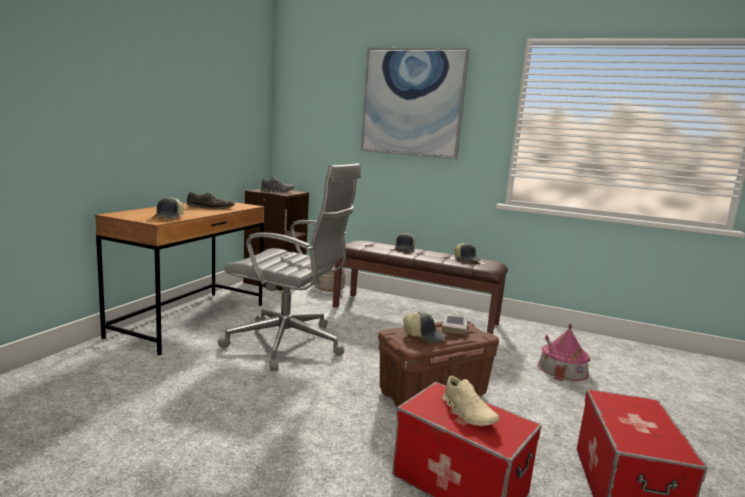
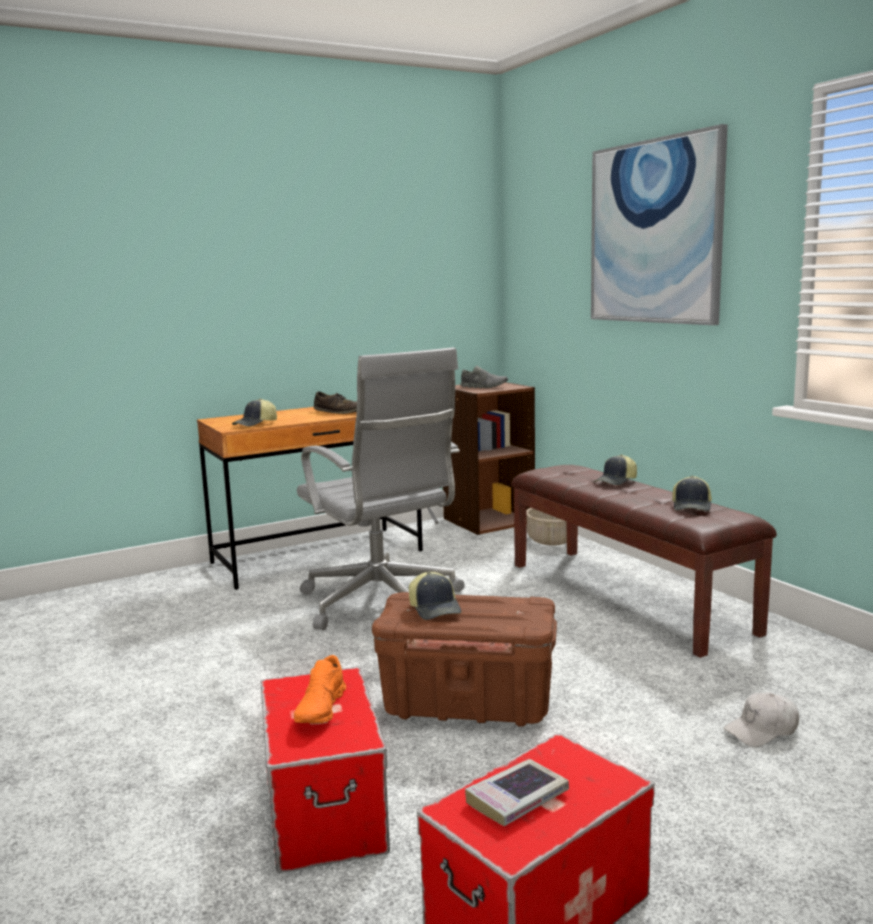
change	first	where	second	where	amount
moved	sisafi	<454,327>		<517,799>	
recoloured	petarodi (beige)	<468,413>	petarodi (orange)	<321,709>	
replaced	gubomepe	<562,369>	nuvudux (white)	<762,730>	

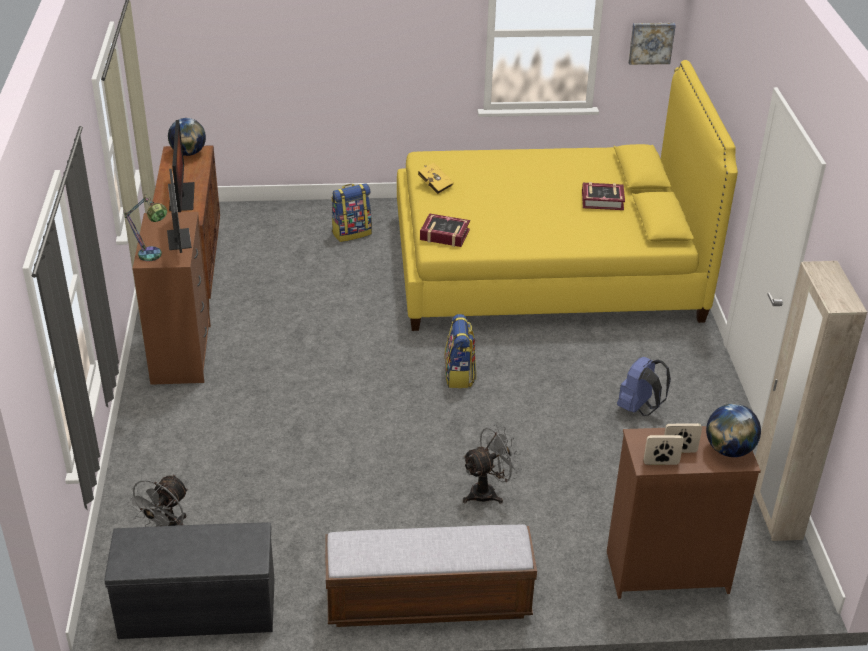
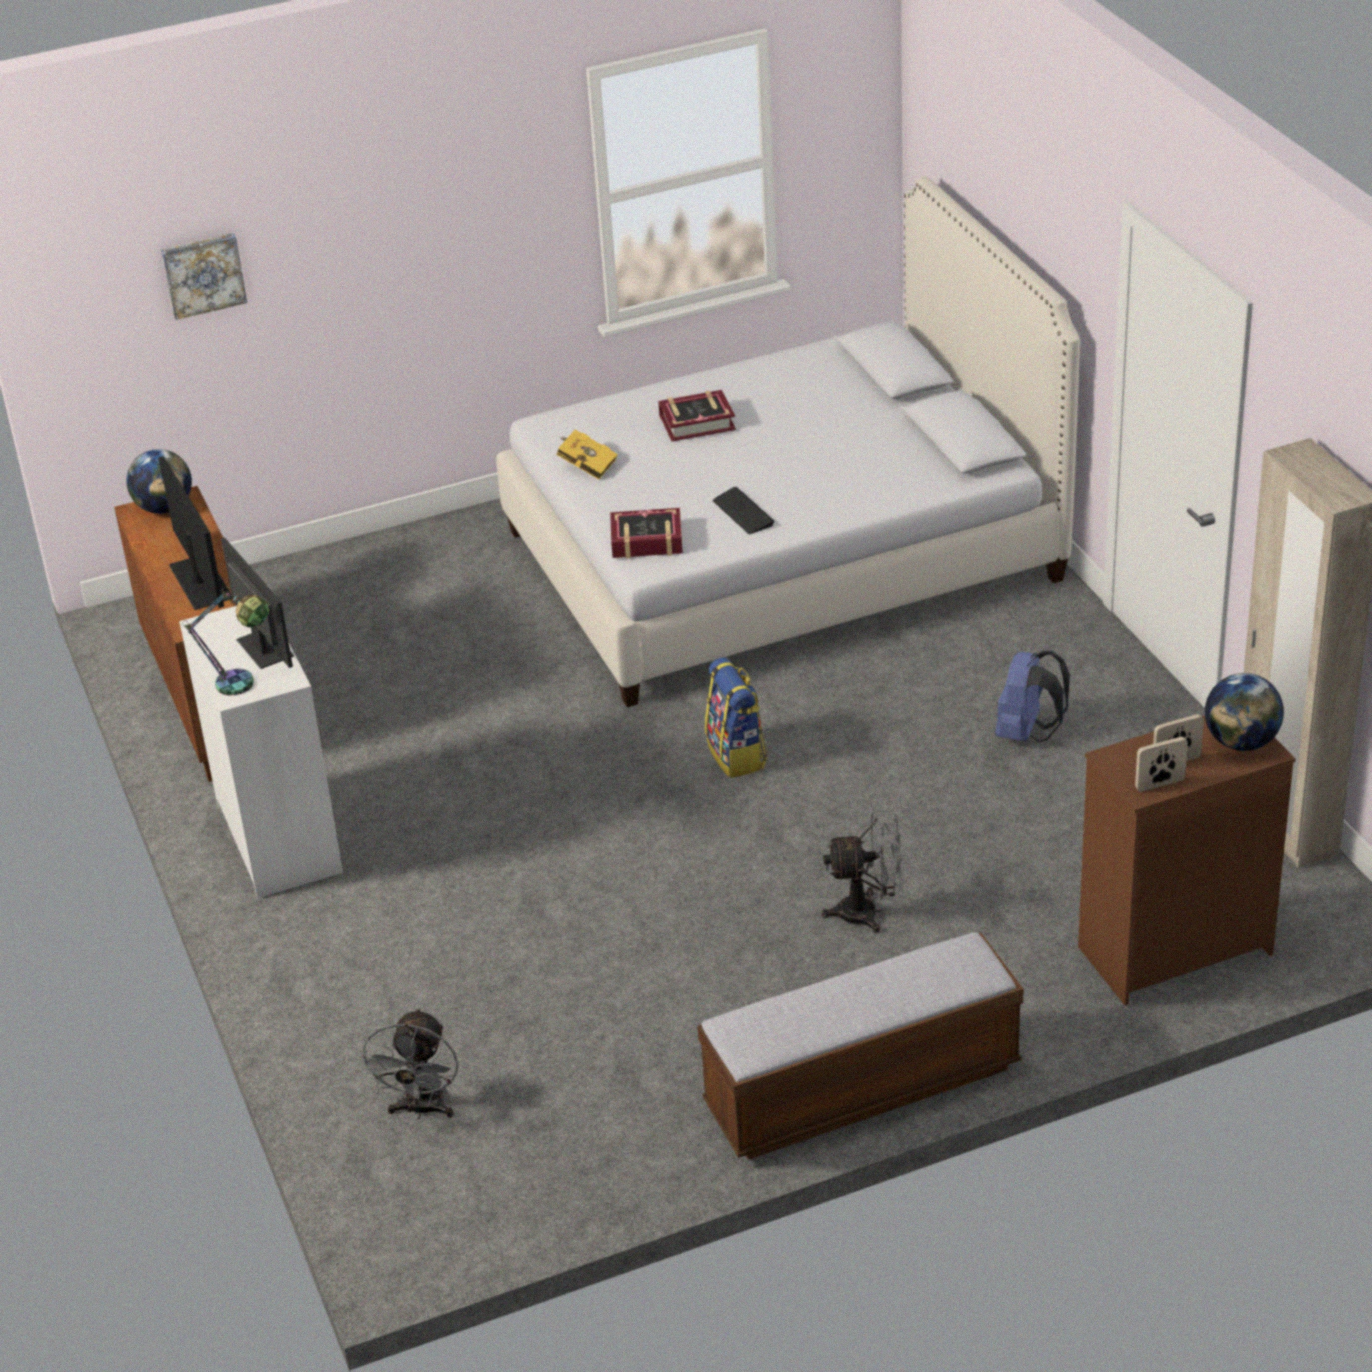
change	first	where	second	where	amount
removed	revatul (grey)	<196,609>			
recoloured	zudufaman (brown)	<182,354>	zudufaman (white)	<280,838>	
removed	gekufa	<352,233>			
recoloured	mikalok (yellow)	<546,266>	mikalok (white)	<783,554>	
turned	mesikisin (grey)	<488,492>		<868,912>	45 degrees clockwise
moved	sisafi	<602,200>		<697,422>	
moved	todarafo	<651,42>		<203,274>	
added			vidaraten	<743,512>	

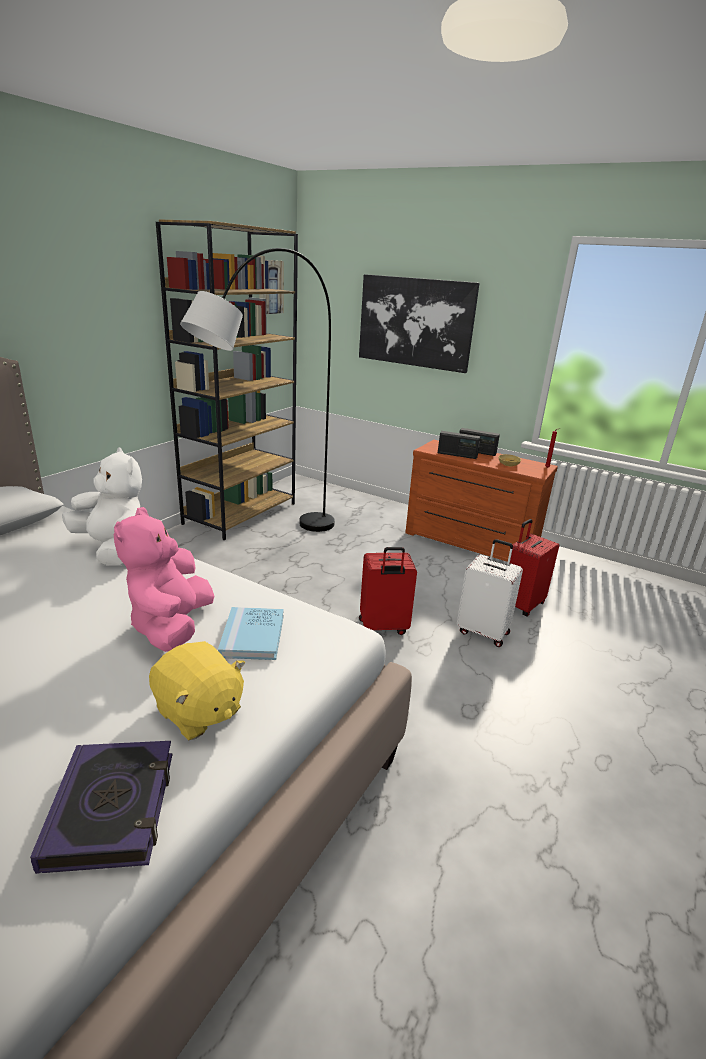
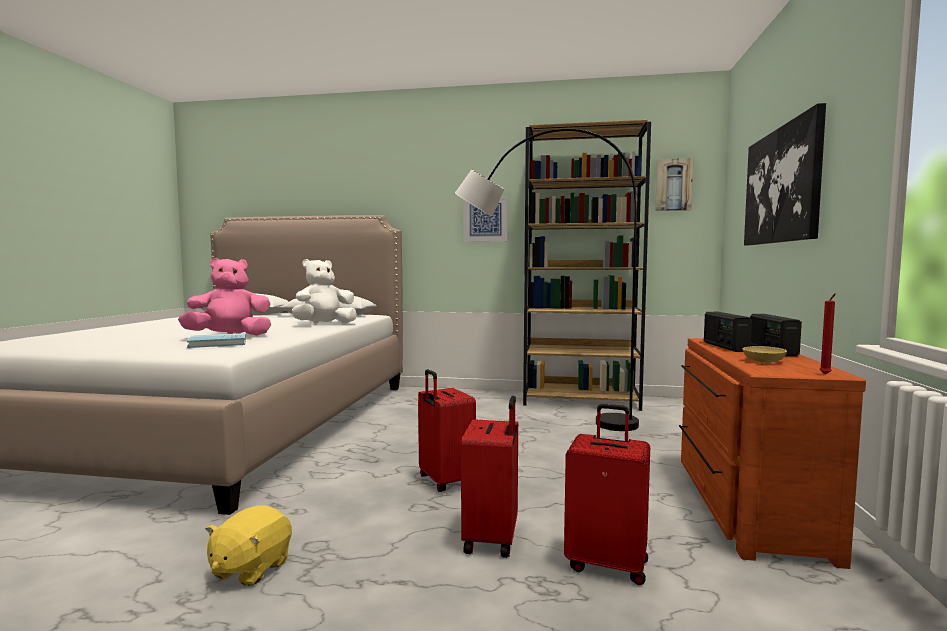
change	first	where	second	where	amount
removed	sisafi	<112,809>			
turned	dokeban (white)	<113,550>		<324,324>	150 degrees counterclockwise
moved	dokeban (yellow)	<198,712>		<250,568>	
recoloured	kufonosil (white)	<483,632>	kufonosil (red)	<493,539>	
added			todarafo	<485,219>	

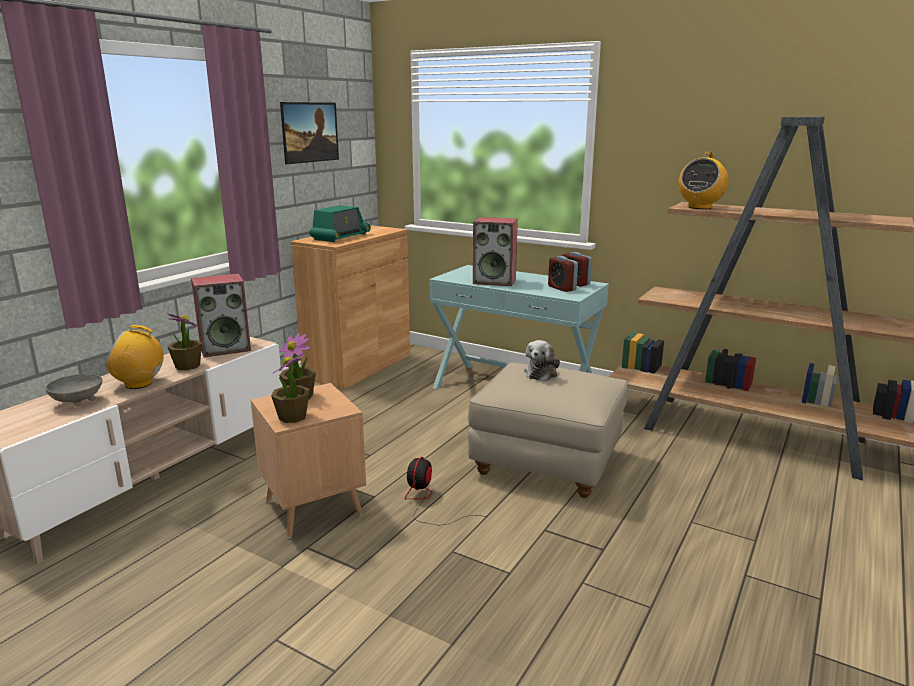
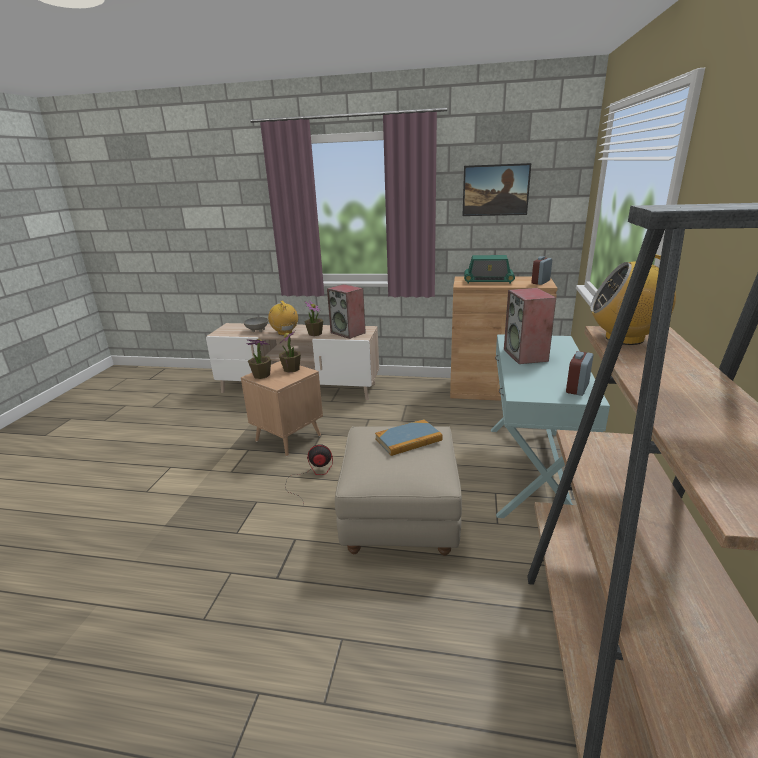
change	first	where	second	where	amount
replaced	dokeban	<541,373>	sisafi	<408,440>	
moved	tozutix	<562,288>		<540,282>	

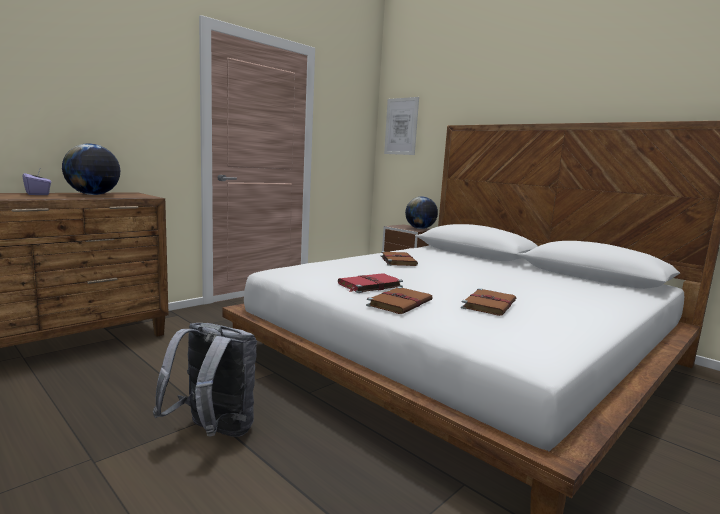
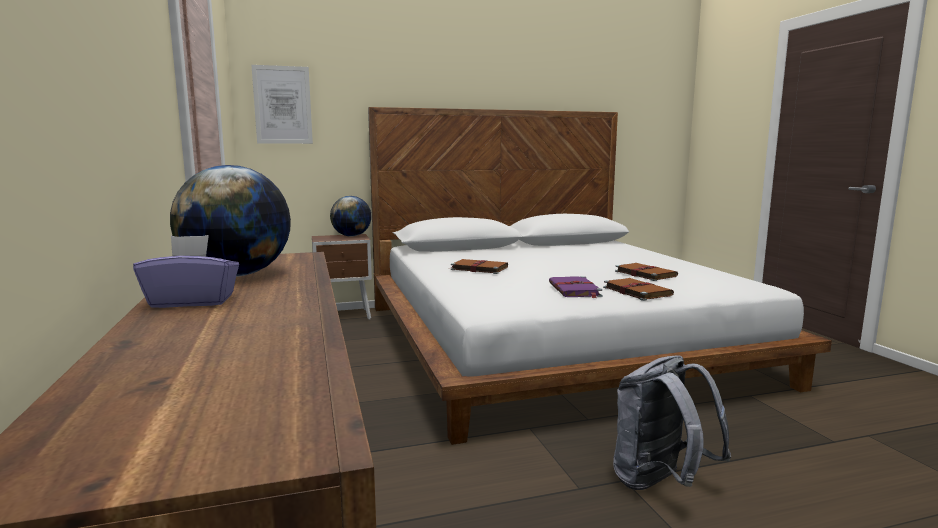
change	first	where	second	where	amount
recoloured	sisafi (red)	<369,285>	sisafi (purple)	<574,290>	

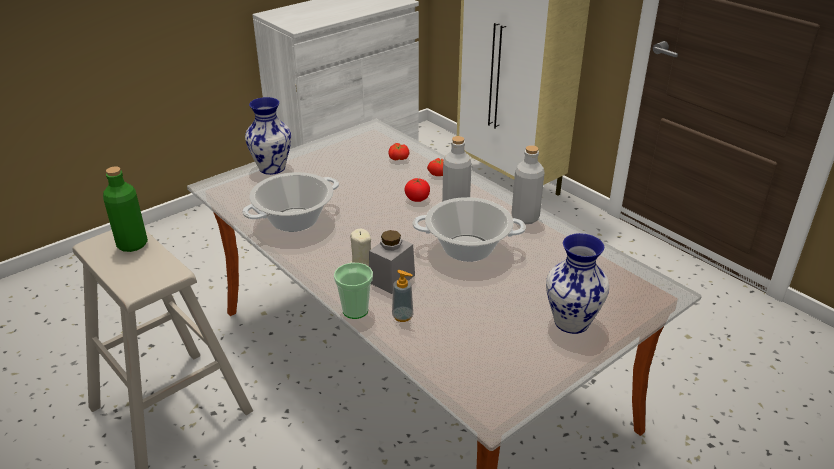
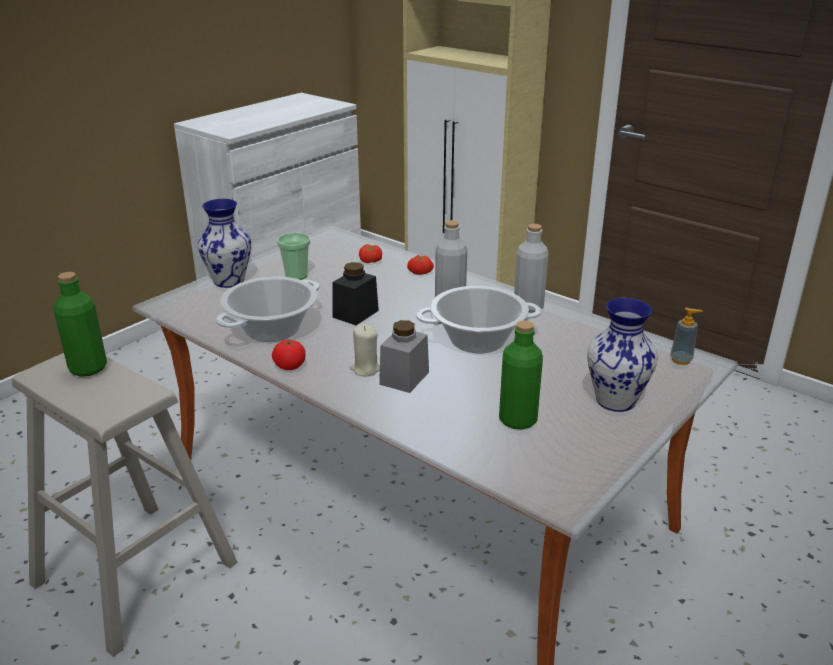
change	first	where	second	where	amount
moved	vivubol	<355,310>		<296,275>	
moved	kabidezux	<402,316>		<681,360>	
moved	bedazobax	<417,198>		<290,366>	
added			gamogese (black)	<355,314>	
added			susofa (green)	<517,420>	

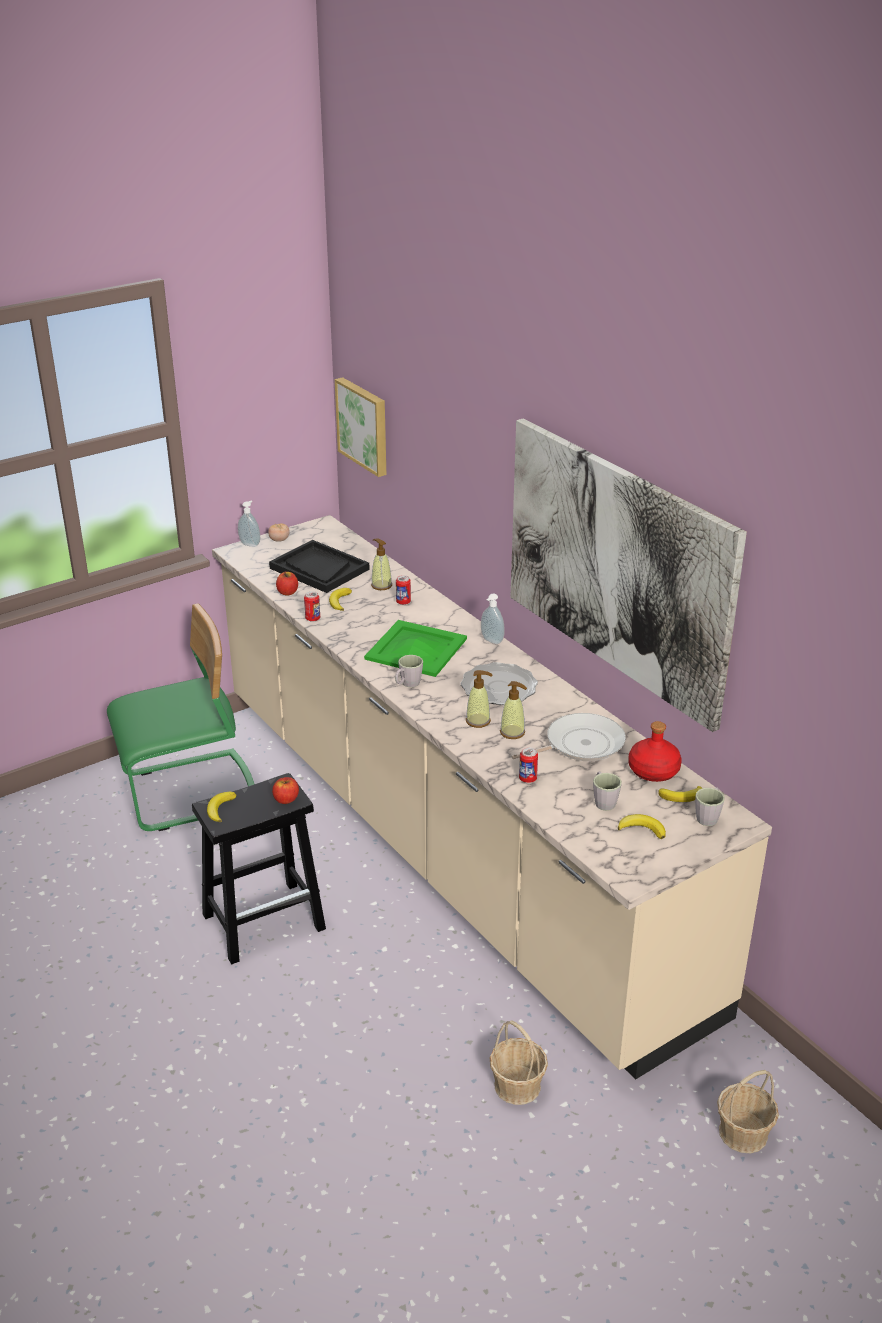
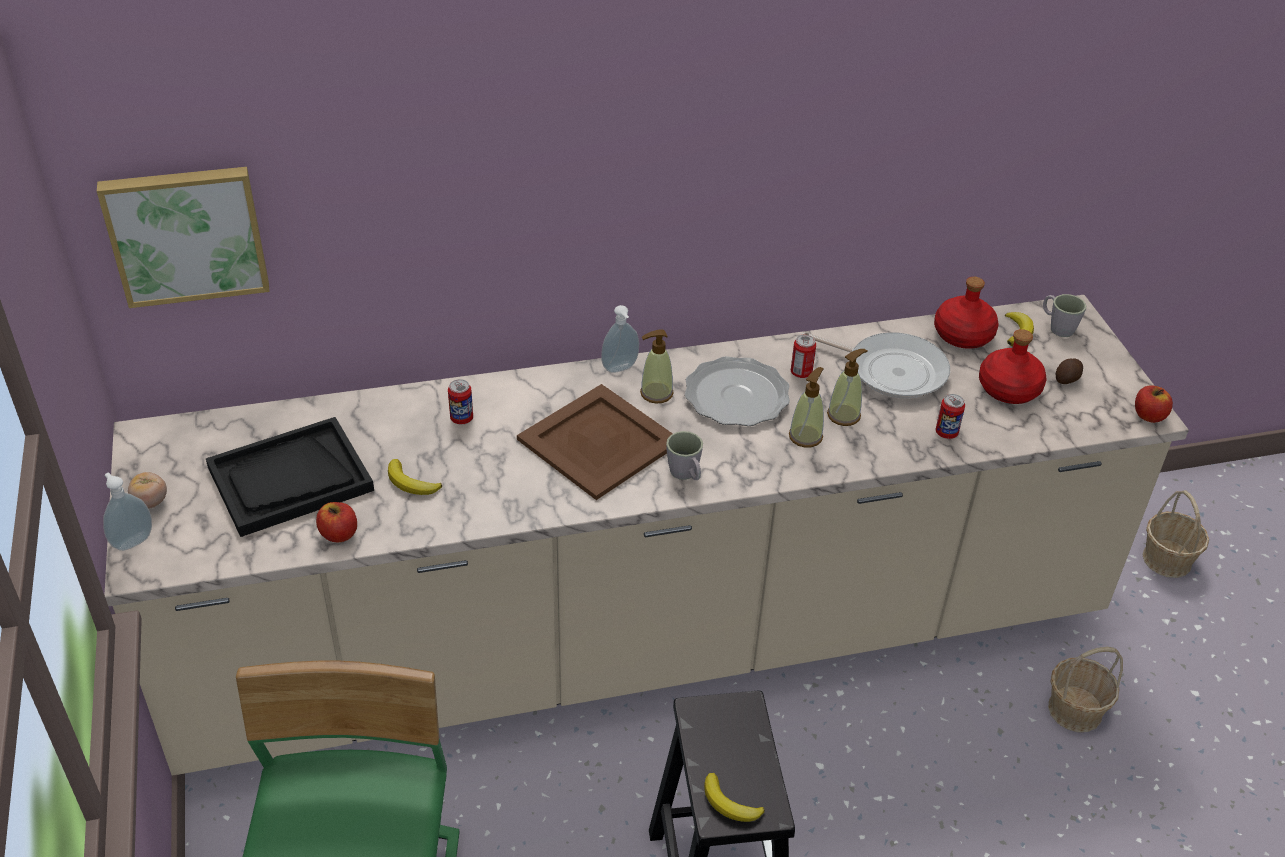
change	first	where	second	where	amount
moved	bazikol	<286,799>		<1148,415>	
moved	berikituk	<312,619>		<801,373>	
recoloured	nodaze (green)	<417,649>	nodaze (brown)	<599,440>	
moved	kabidezux	<381,585>		<656,393>	
removed	todarafo	<617,567>			
turned	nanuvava	<580,744>		<891,370>	120 degrees clockwise
replaced	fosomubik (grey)	<603,801>	susofa (red)	<1008,389>	
replaced	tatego	<642,829>	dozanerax	<1068,379>	

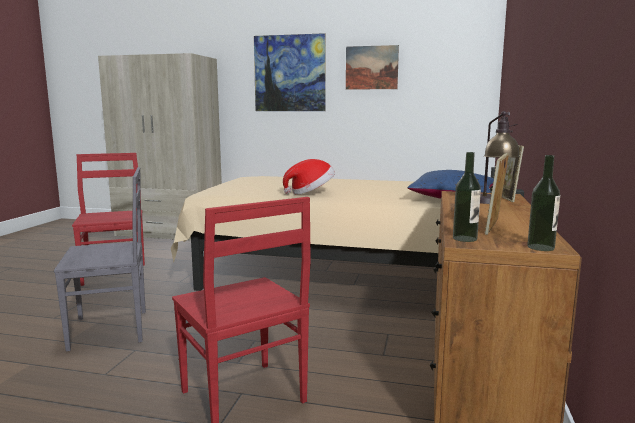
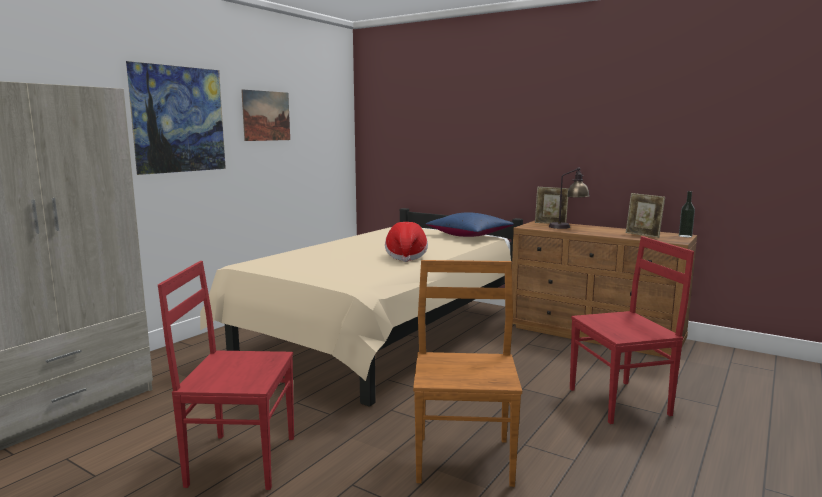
change	first	where	second	where	amount
recoloured	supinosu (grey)	<112,329>	supinosu (brown)	<464,458>	
removed	susofa	<464,238>			

